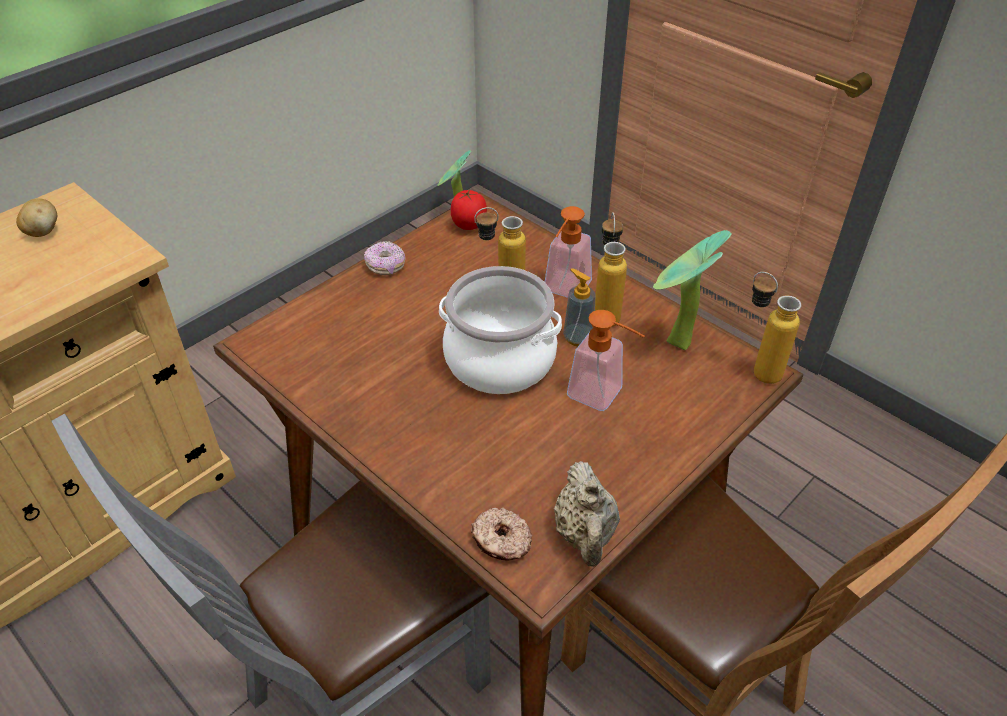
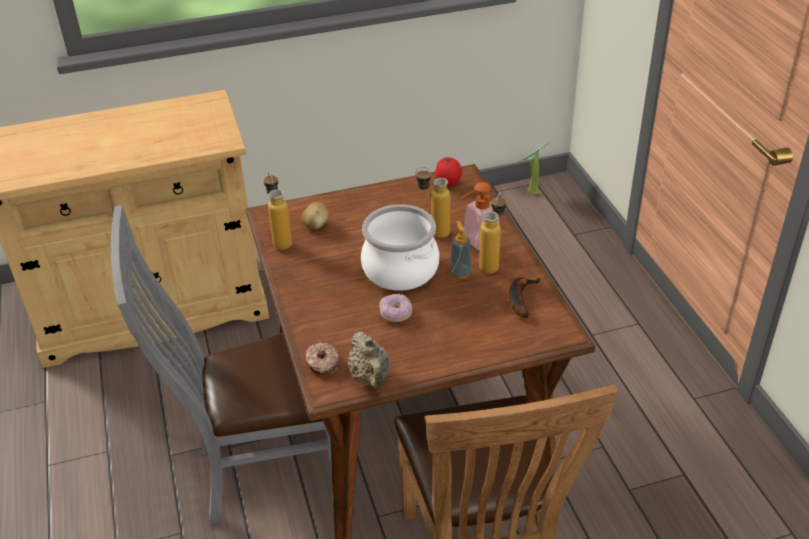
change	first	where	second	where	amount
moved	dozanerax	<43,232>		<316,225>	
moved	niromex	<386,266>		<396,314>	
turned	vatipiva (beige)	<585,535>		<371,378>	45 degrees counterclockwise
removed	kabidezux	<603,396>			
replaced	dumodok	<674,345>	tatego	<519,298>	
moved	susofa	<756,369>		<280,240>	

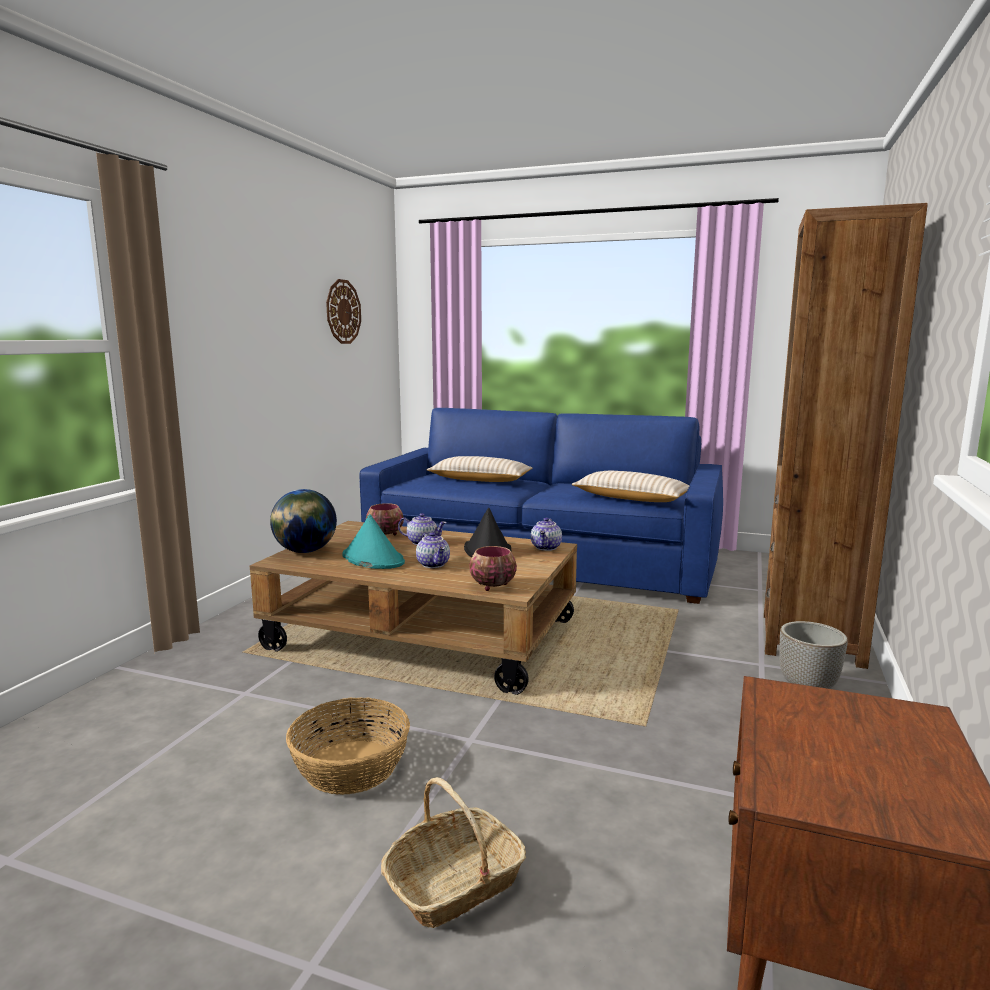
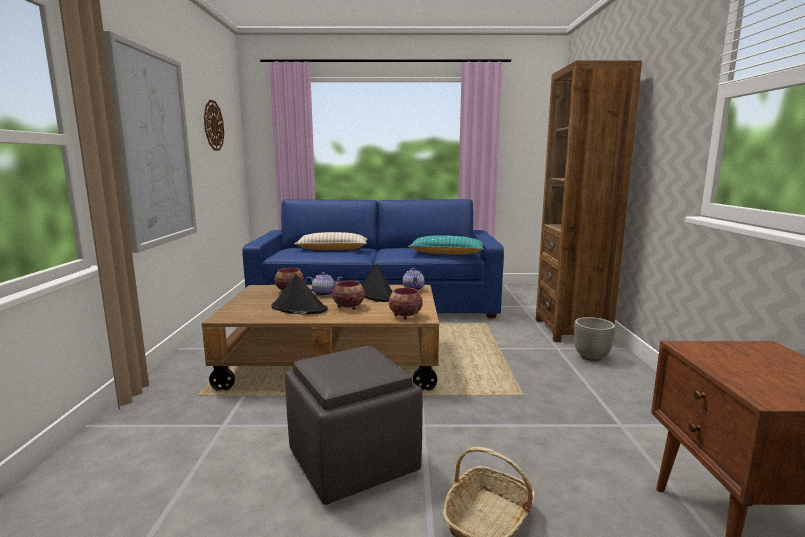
change	first	where	second	where	amount
removed	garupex	<305,551>			
replaced	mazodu	<350,766>	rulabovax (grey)	<351,461>	
recoloured	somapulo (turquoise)	<372,559>	somapulo (black)	<298,308>	
replaced	vatipiva	<434,564>	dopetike	<348,307>	
recoloured	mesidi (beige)	<631,498>	mesidi (turquoise)	<446,253>	
added			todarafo	<155,148>	

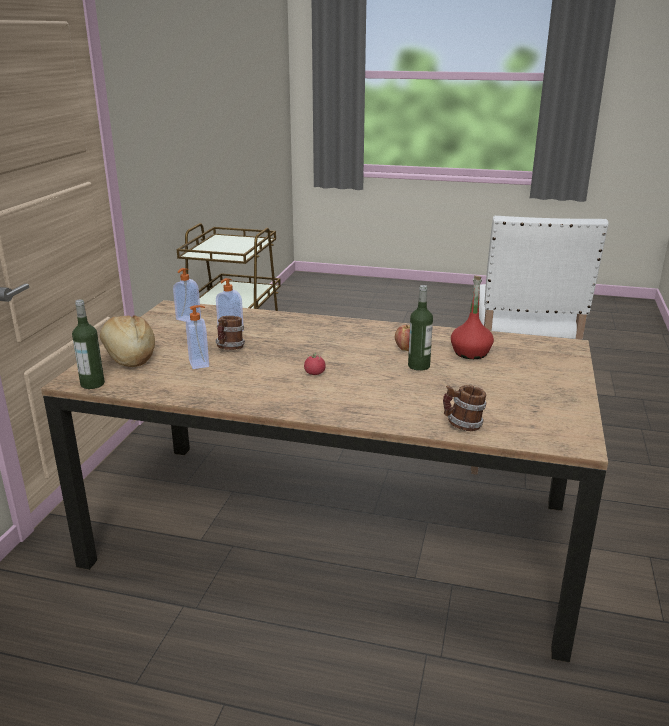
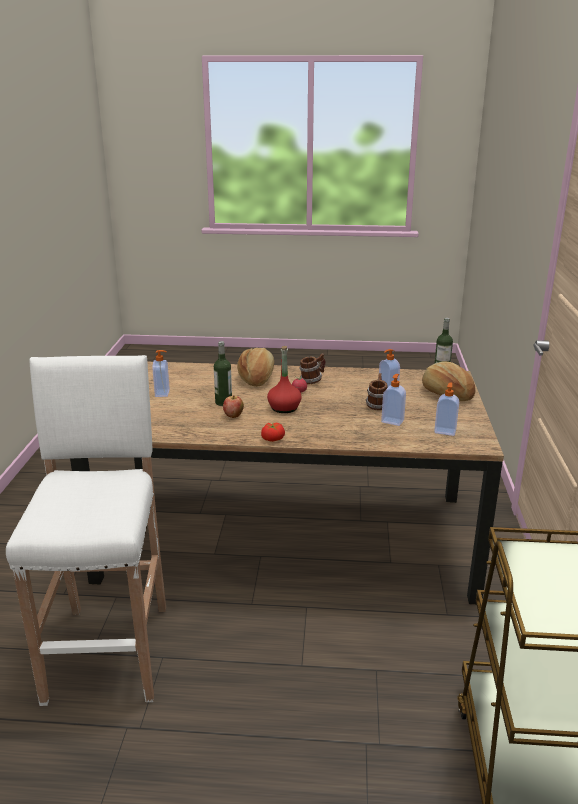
change	first	where	second	where	amount
moved	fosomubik	<462,426>		<312,381>	
moved	susofa (red)	<470,353>		<284,408>	
added			kabidezux	<163,393>	
added			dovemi	<257,378>	
added			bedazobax	<272,438>	

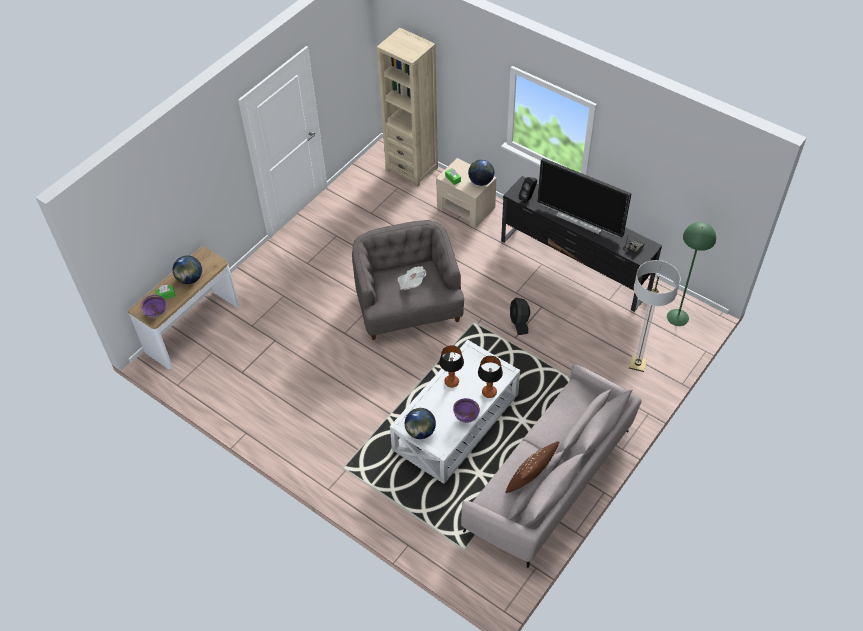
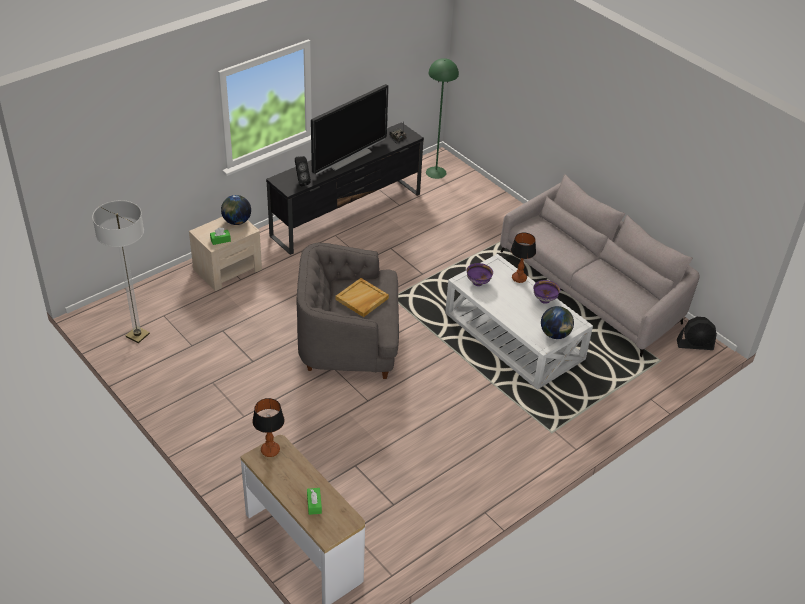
change	first	where	second	where	amount
moved	dopetike (purple)	<156,313>		<478,282>	
removed	garupex	<190,279>			
removed	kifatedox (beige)	<412,169>			
replaced	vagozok	<411,283>	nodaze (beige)	<362,299>	
moved	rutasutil	<451,382>		<270,451>	
removed	mesidi (brown)	<530,479>			
moved	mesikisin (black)	<519,322>		<695,345>	
moved	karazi	<637,364>		<137,335>	

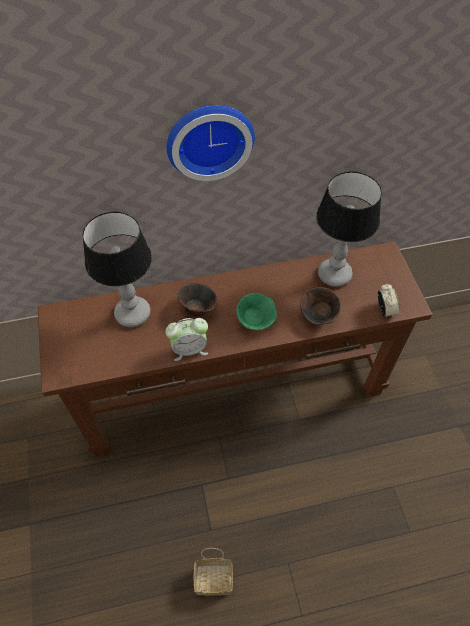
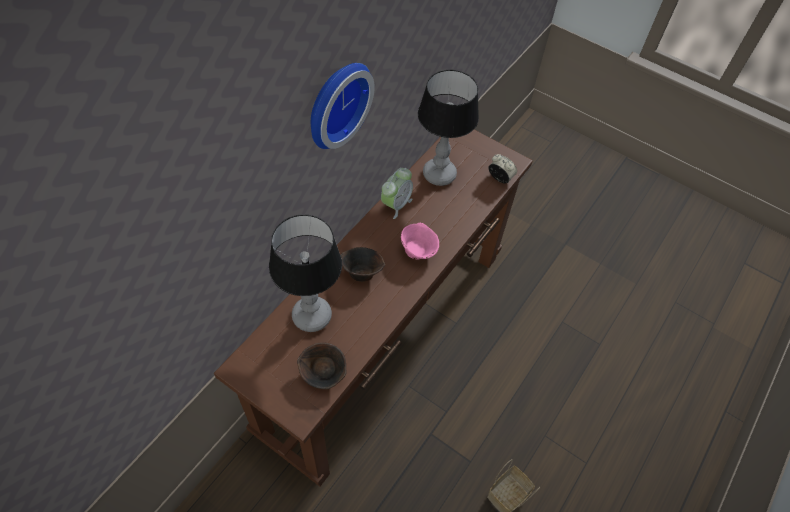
change	first	where	second	where	amount
moved	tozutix	<189,349>		<396,204>	
recoloured	dopetike (green)	<255,321>	dopetike (pink)	<418,251>	
moved	dopetike (brown)	<318,316>		<324,374>	

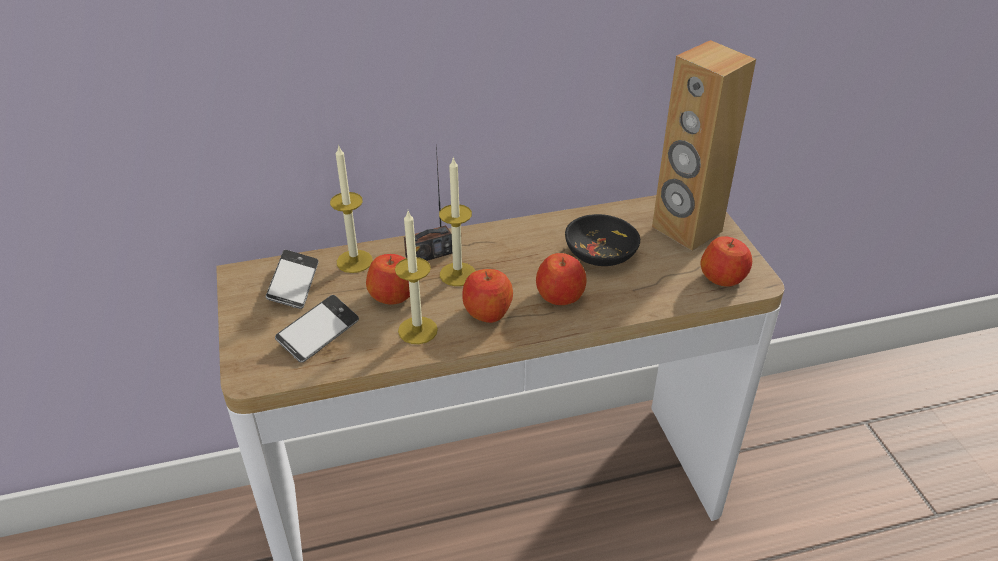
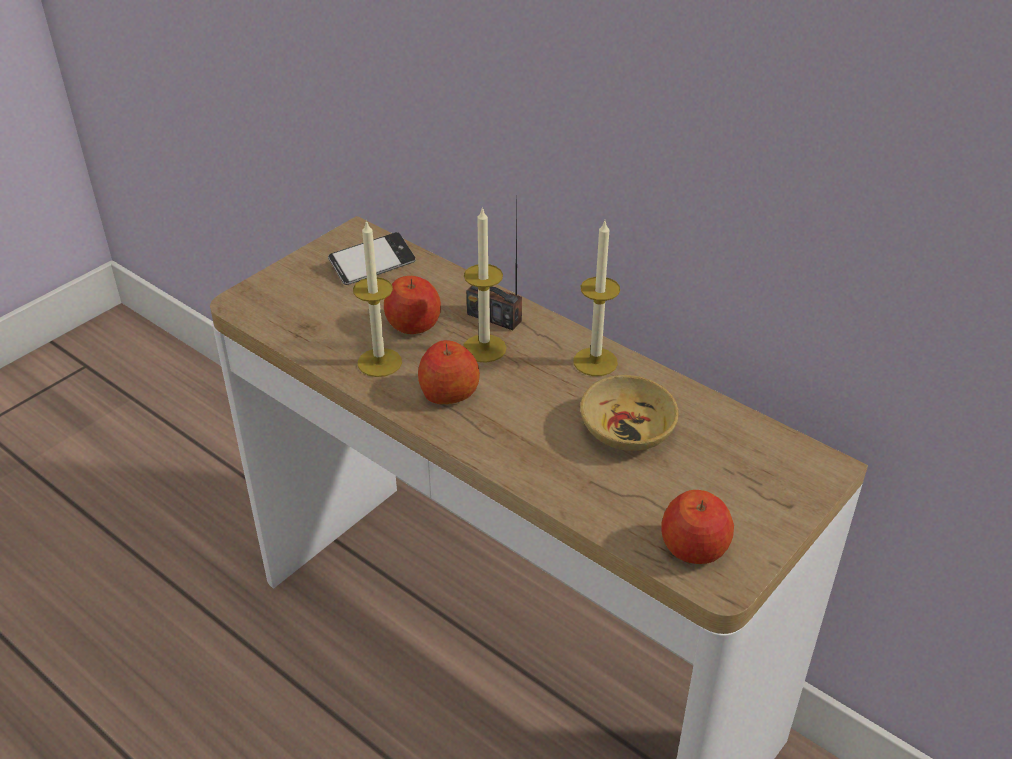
change	first	where	second	where	amount
removed	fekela	<318,333>			
moved	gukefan	<354,261>		<595,362>	
removed	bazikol	<560,296>			
recoloured	dopetike (black)	<601,253>	dopetike (beige)	<628,430>	
removed	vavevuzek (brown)	<686,229>			

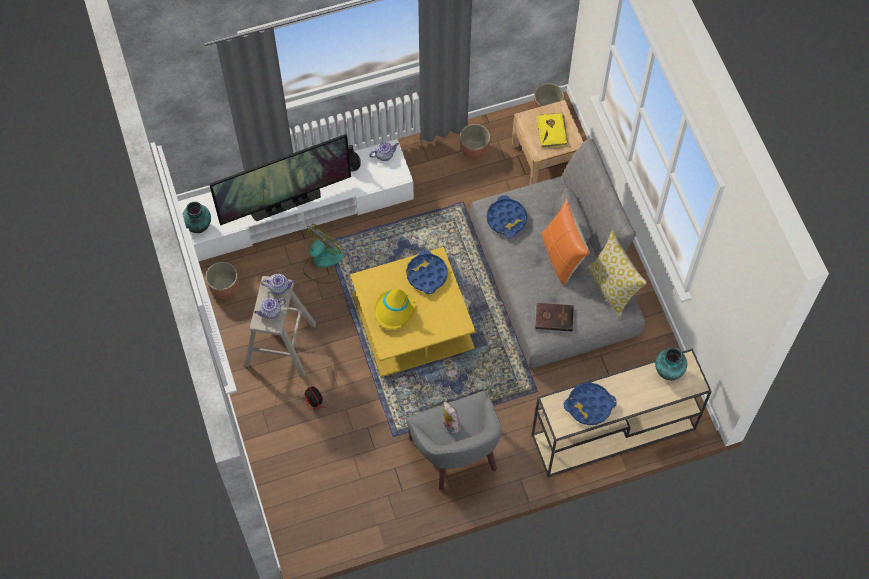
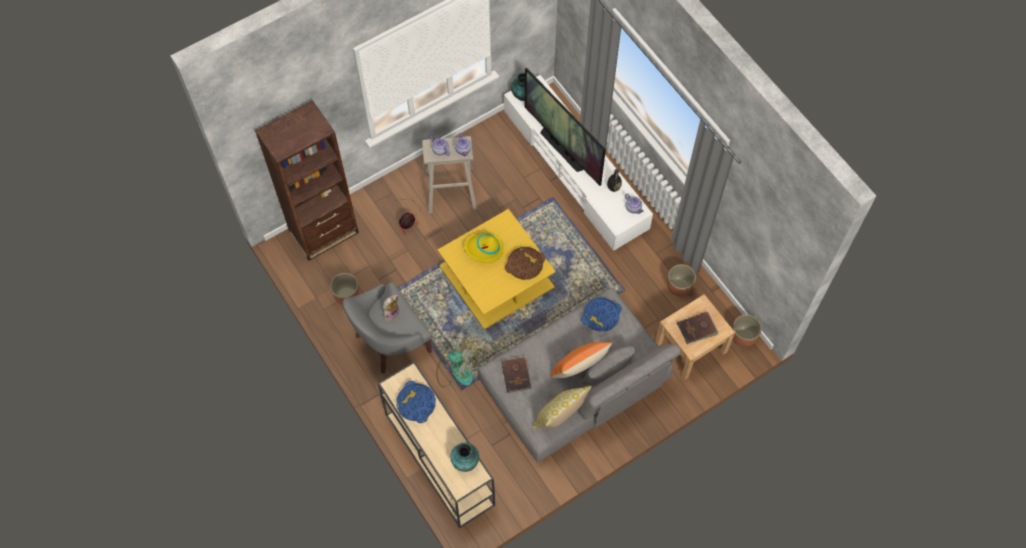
change	first	where	second	where	amount
moved	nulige	<225,288>		<346,295>	
moved	mesikisin	<322,262>		<456,370>	
recoloured	nodaze (blue)	<427,274>	nodaze (brown)	<525,265>	
recoloured	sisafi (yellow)	<552,131>	sisafi (brown)	<697,329>	
added			kifatedox (brown)	<324,232>	

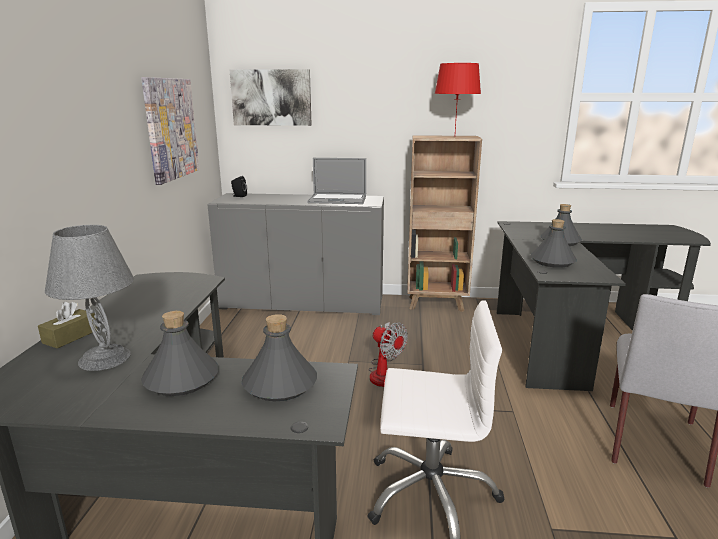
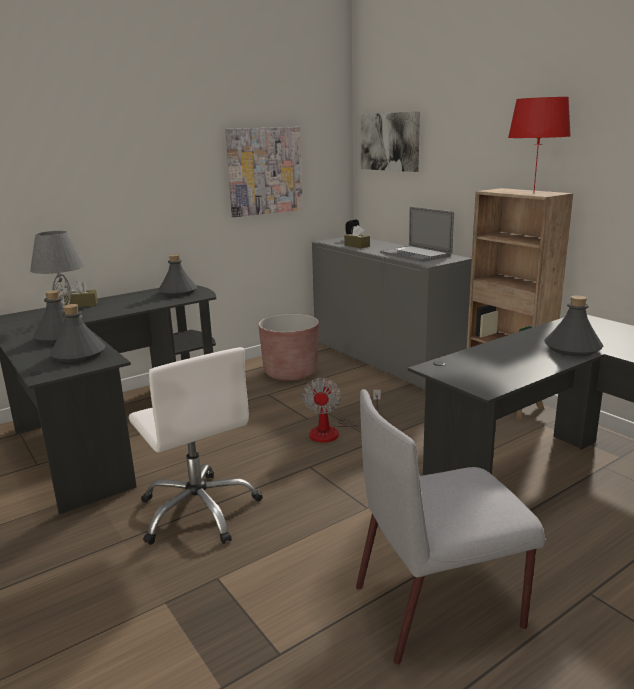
change	first	where	second	where	amount
moved	susofa (grey)	<552,262>		<178,292>	
added			nulige (brown)	<291,373>	
added			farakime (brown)	<357,246>	

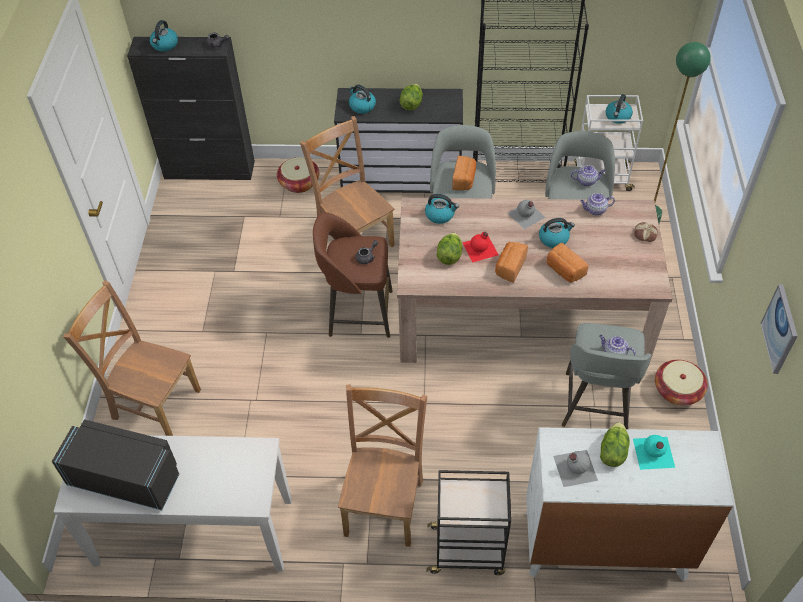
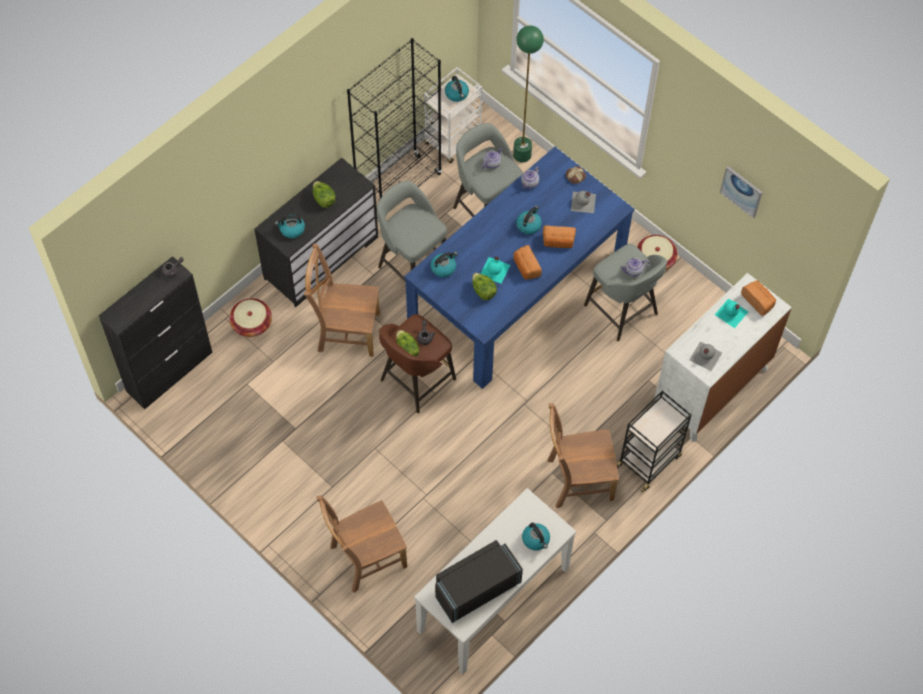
change	first	where	second	where	amount
moved	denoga	<165,45>		<536,539>	
turned	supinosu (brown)	<385,504>		<577,480>	60 degrees counterclockwise
recoloured	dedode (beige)	<521,316>	dedode (blue)	<517,290>	
moved	dovemi	<464,180>		<758,301>	
recoloured	susofa (red)	<481,249>	susofa (turquoise)	<495,270>	
moved	susofa (grey)	<526,215>		<583,202>	
moved	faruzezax	<612,452>		<406,349>	

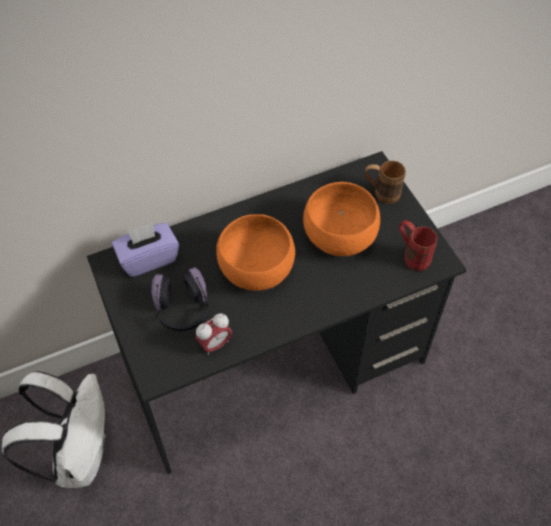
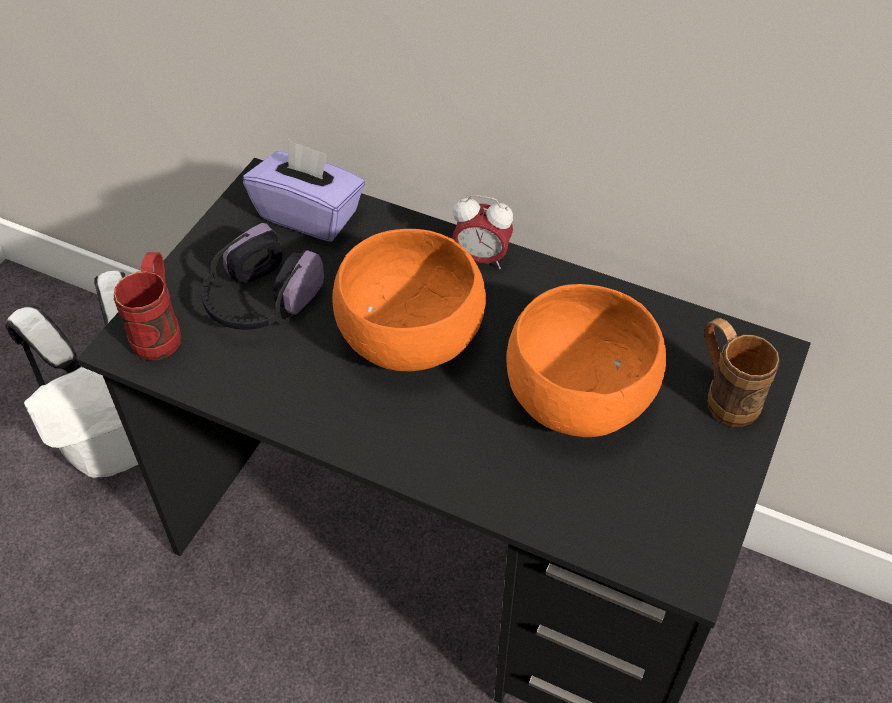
change	first	where	second	where	amount
moved	tozutix	<215,344>		<481,258>	
moved	fosomubik (red)	<412,256>		<160,331>	

